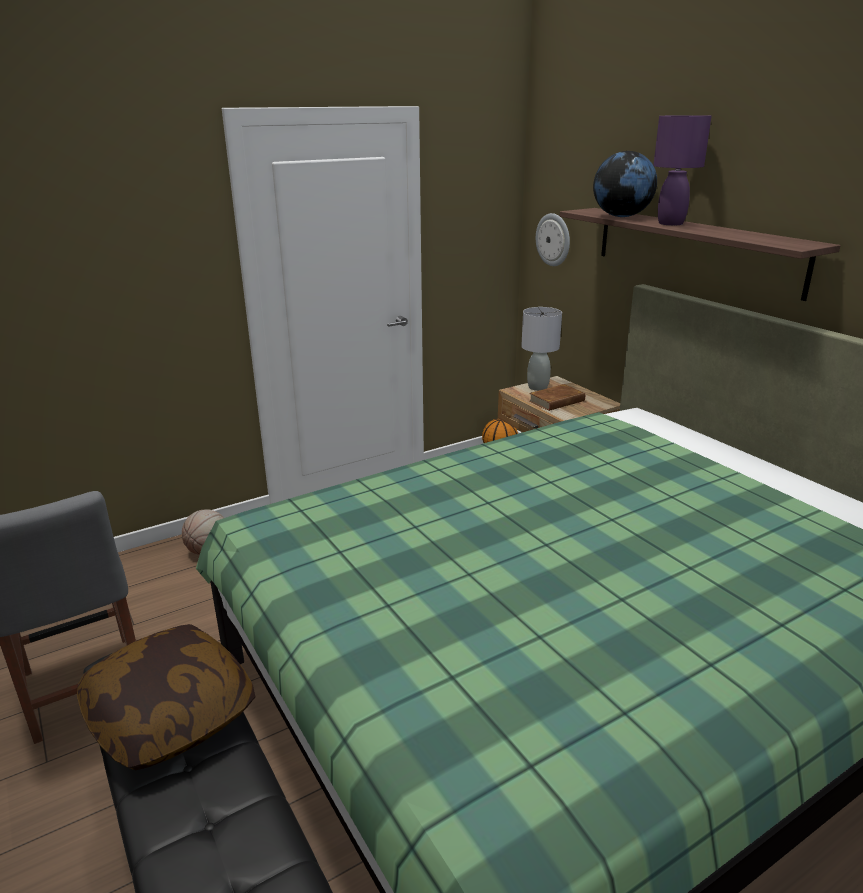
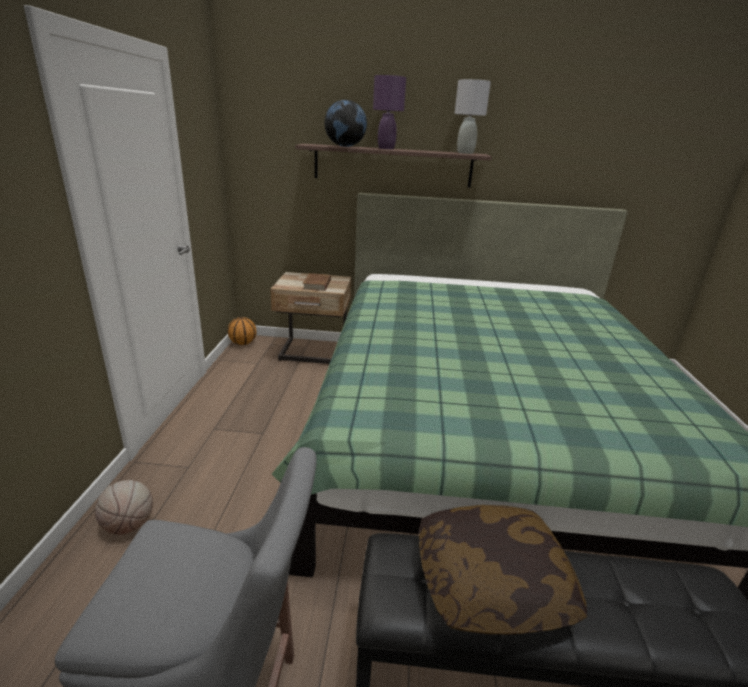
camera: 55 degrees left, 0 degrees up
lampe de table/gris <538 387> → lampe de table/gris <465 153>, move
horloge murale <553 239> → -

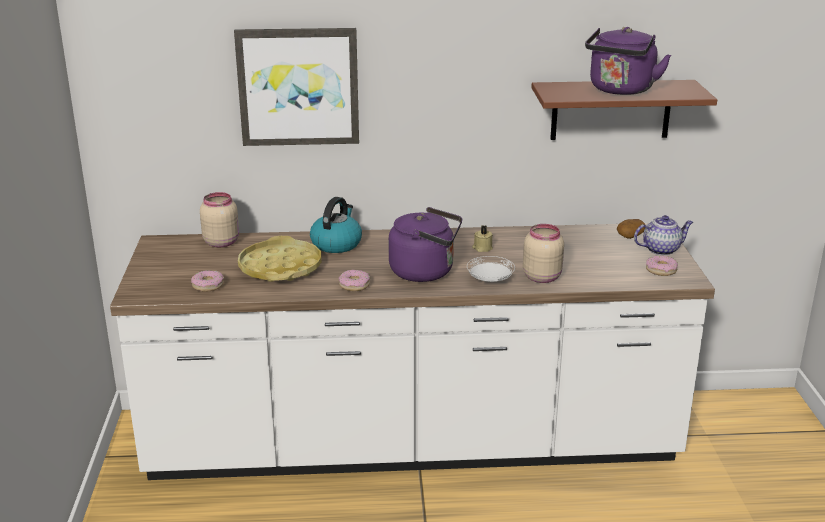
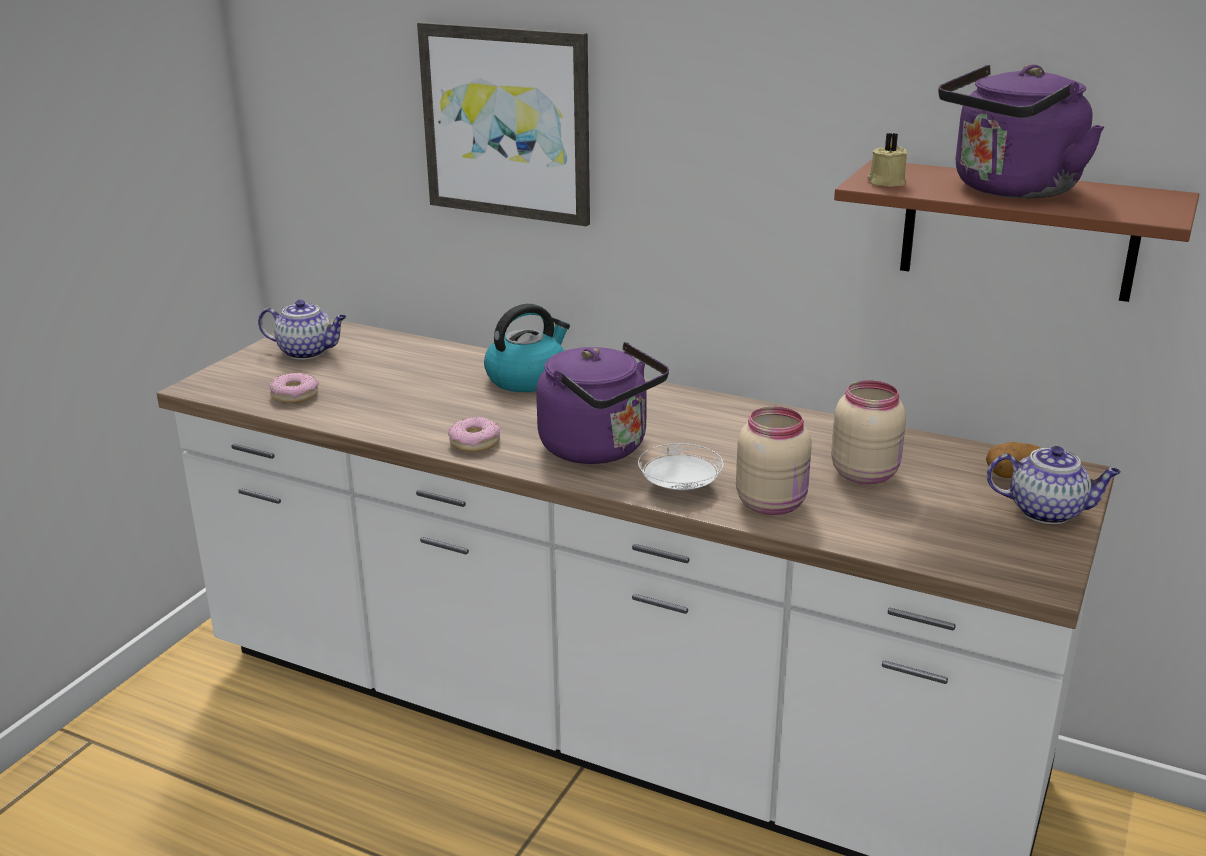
camera: 30 degrees right, 0 degrees up
- → théière <307 352>
bocal/beige <221 242> → bocal/beige <865 473>, move
bougie/beige <482 248> → bougie/beige <886 182>, move
plateau/jaune <280 267> → -
beignet <661 270> → -

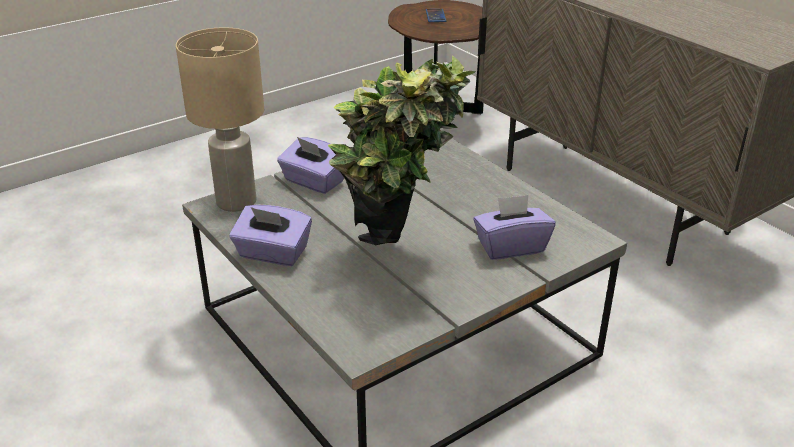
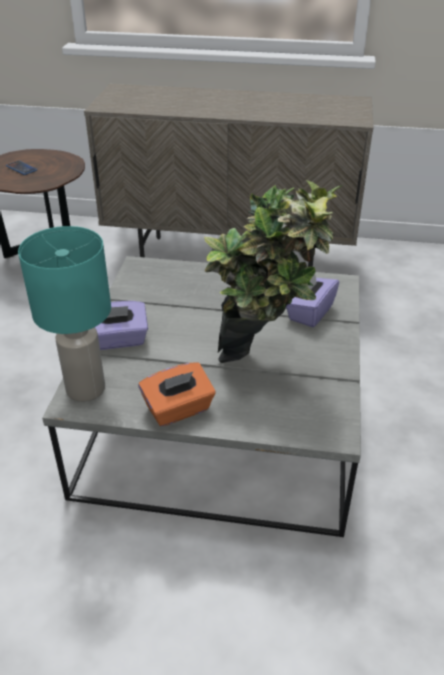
camera: 45 degrees left, 5 degrees up
lampe de table/beige <237 202> → lampe de table/turquoise <87 389>
boîte à mouchoirs/violet <272 253> → boîte à mouchoirs/orange <178 409>

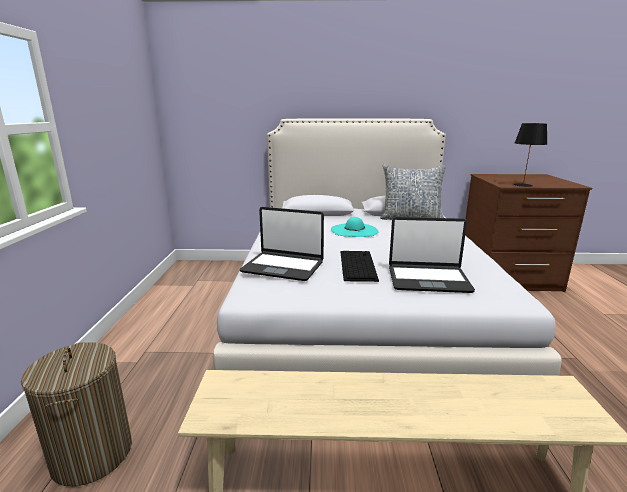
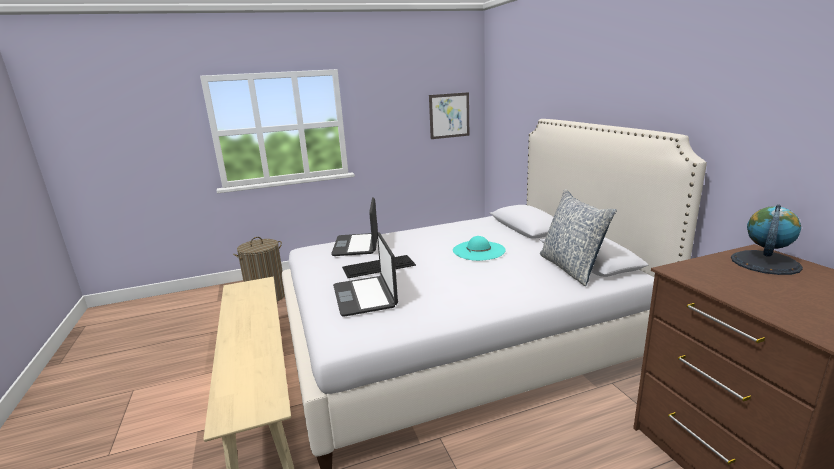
camera: 70 degrees right, 0 degrees up
- → tableau <449 115>
- → globe <764 262>
lampe de table/noir <523 185> → -

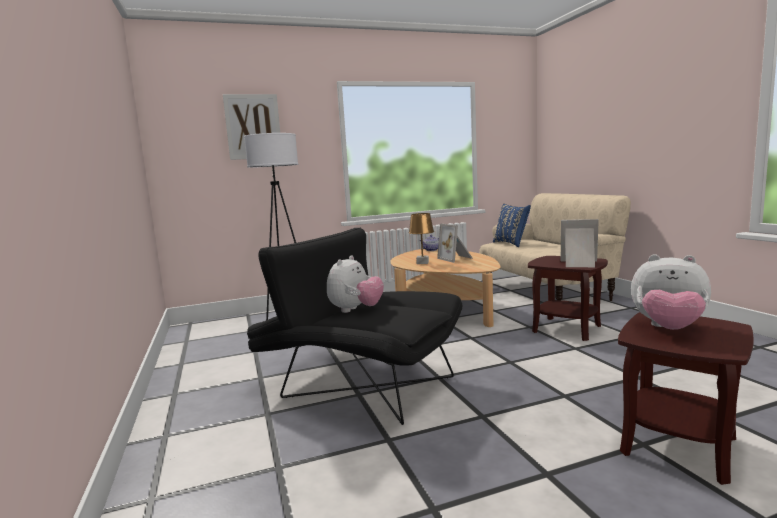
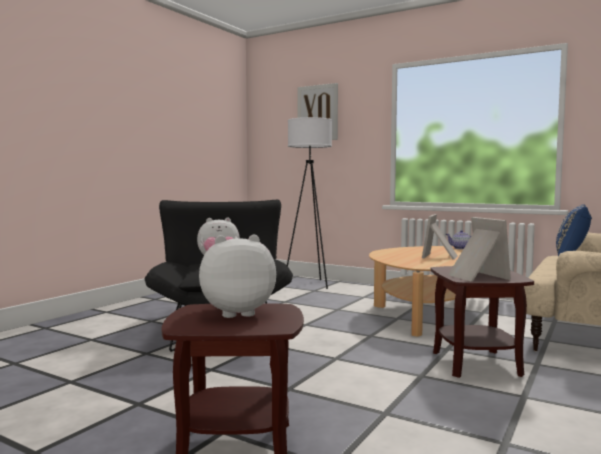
camera: 50 degrees right, 5 degrees down
peluche <668 329> → peluche <237 312>, 90 degrees clockwise
lampe de table/marron <423 263> → -

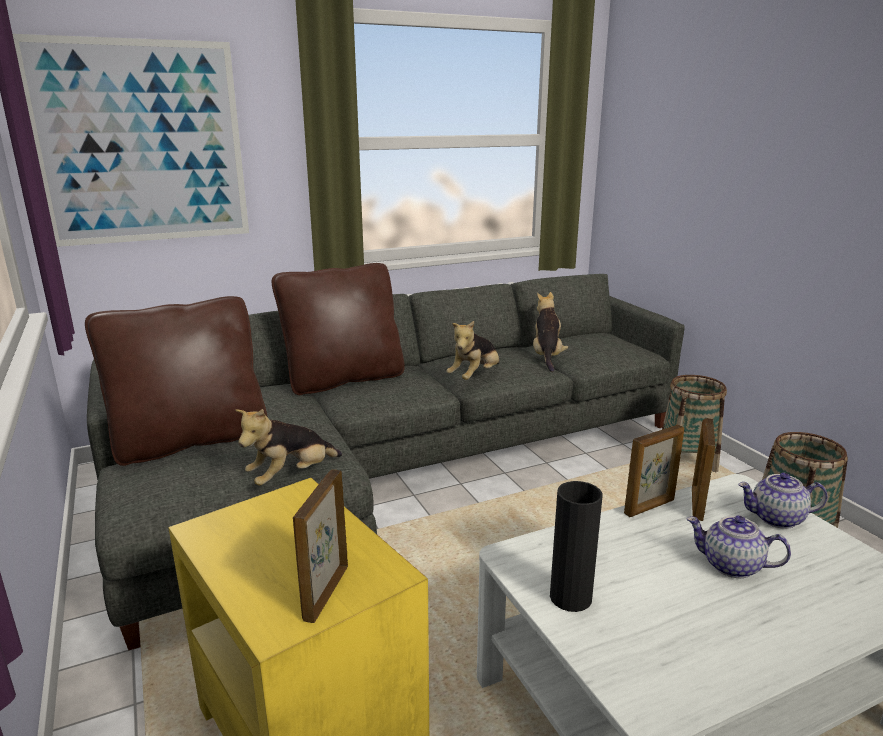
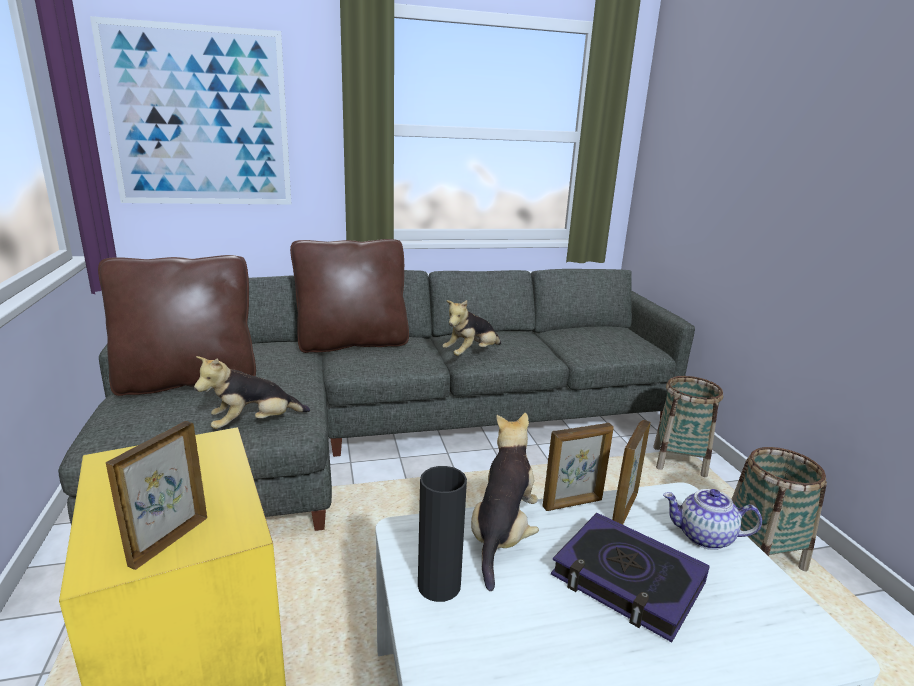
camera: 10 degrees right, 0 degrees up
peluche <547 357> → peluche <502 534>, move
théière <731 566> → livre <627 580>

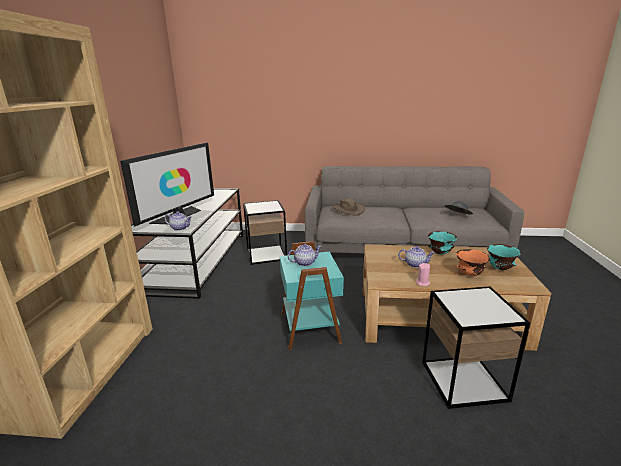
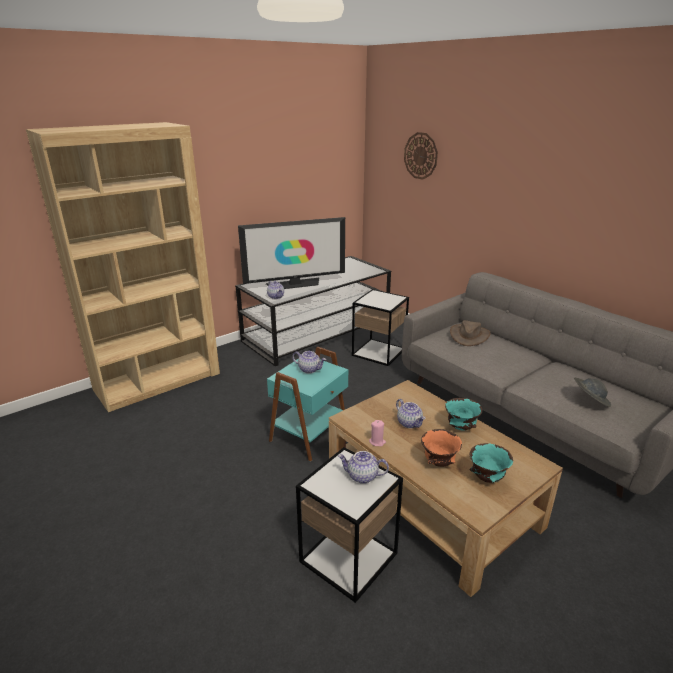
camera: 45 degrees right, 5 degrees up
- → théière <362 476>
- → horloge murale <421 156>

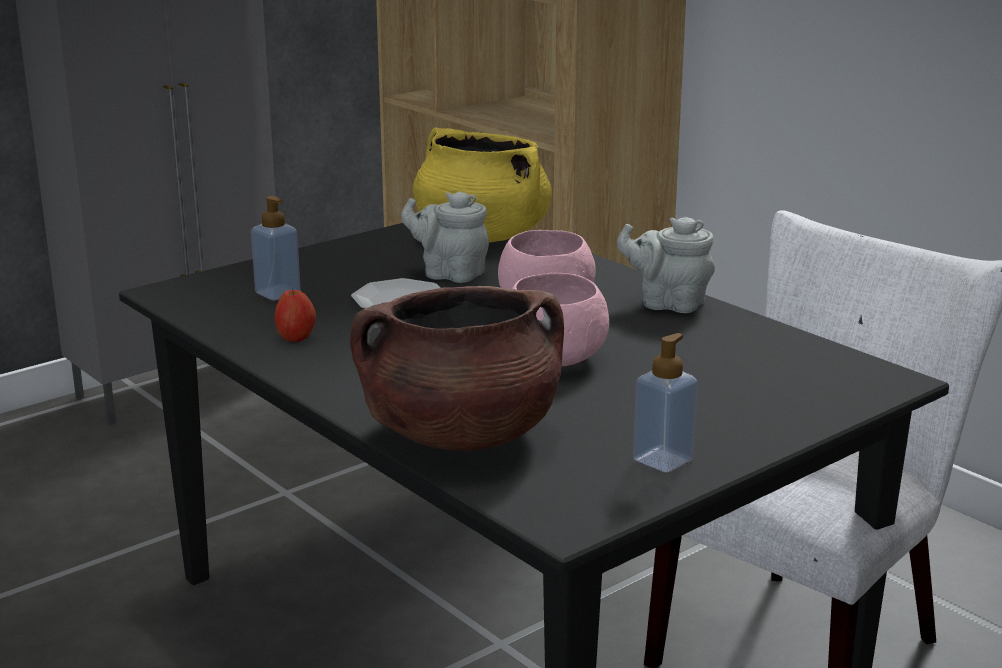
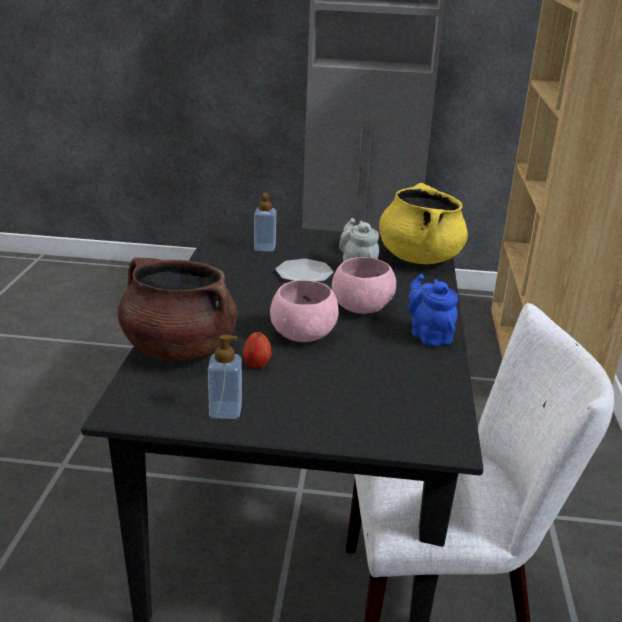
camera: 45 degrees right, 5 degrees up
pomme <296 338> → pomme <257 365>, move
théière/gris <668 303> → théière/bleu <429 335>

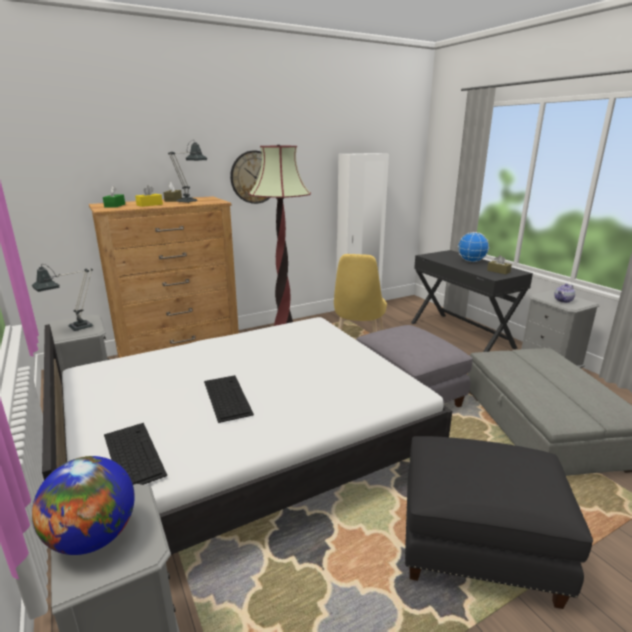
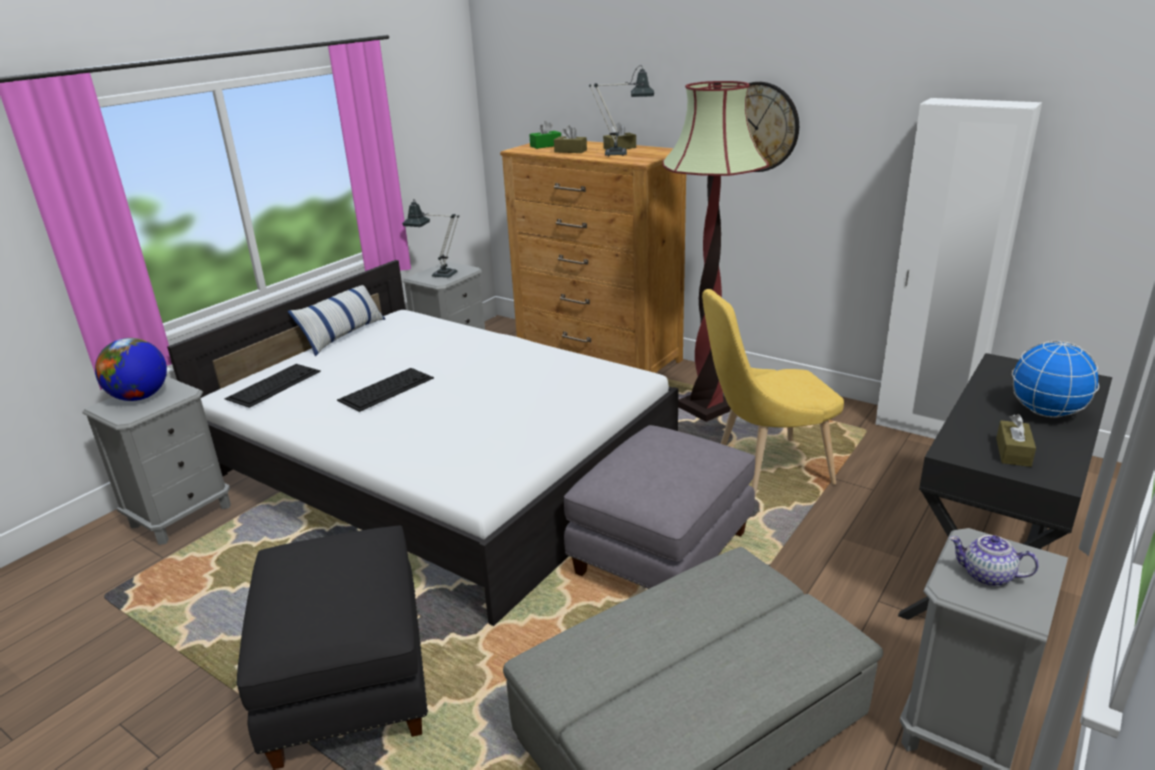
camera: 65 degrees right, 5 degrees up
- → coussin <343 335>
boîte à mouchoirs/jaune <149 205> → boîte à mouchoirs/marron <570 151>

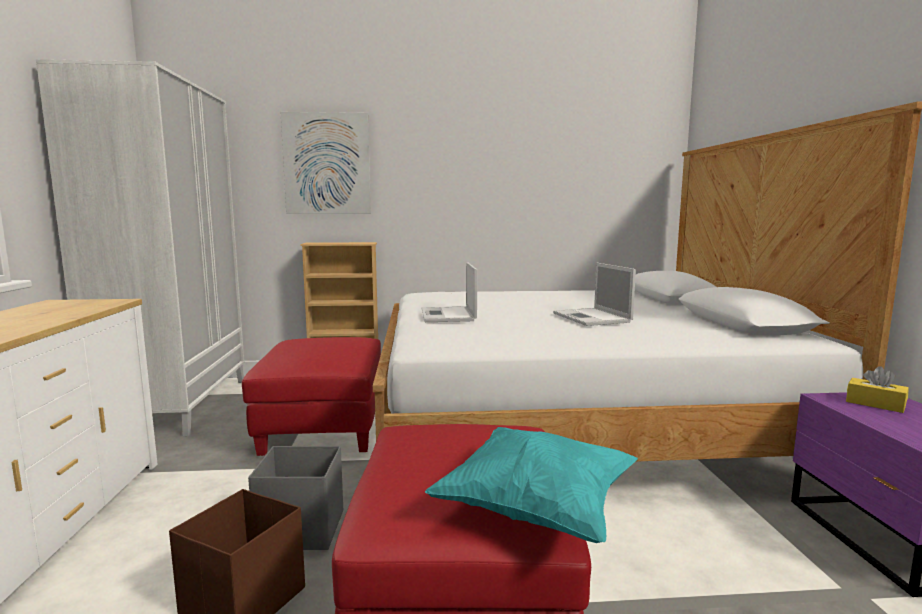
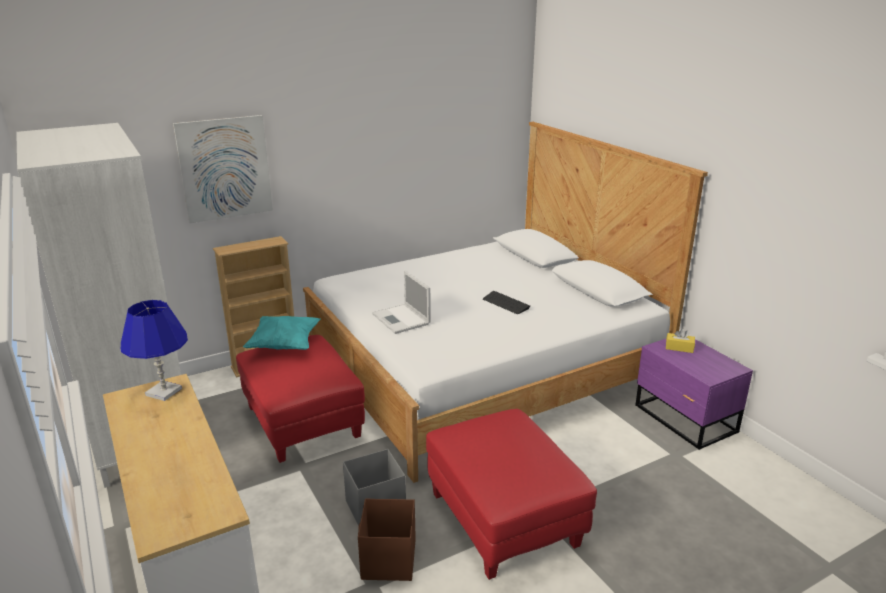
camera: 25 degrees left, 15 degrees up
- → lampe de table/bleu <164 392>
coussin/turquoise <537 510> → coussin/turquoise <284 345>, move
ordinateur portable <592 318> → clavier <506 303>

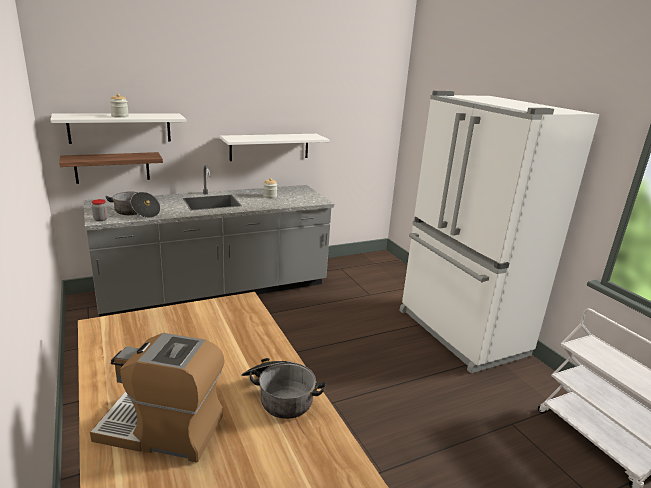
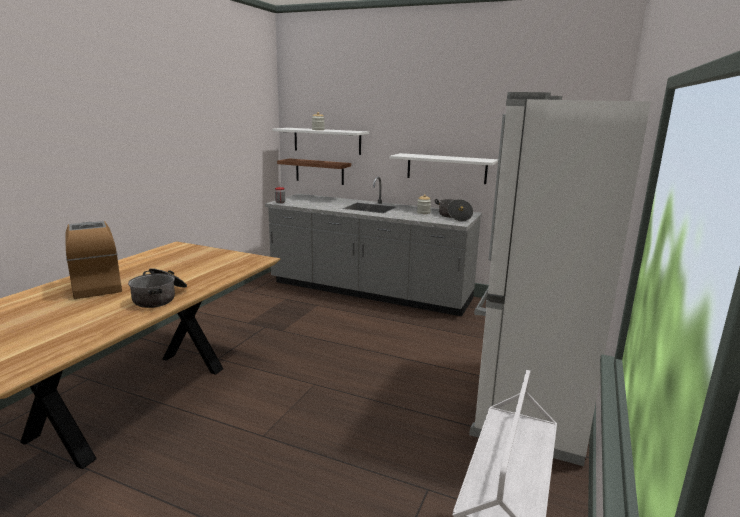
camera: 50 degrees right, 5 degrees down
marmite <135 212> → marmite <454 216>, move

